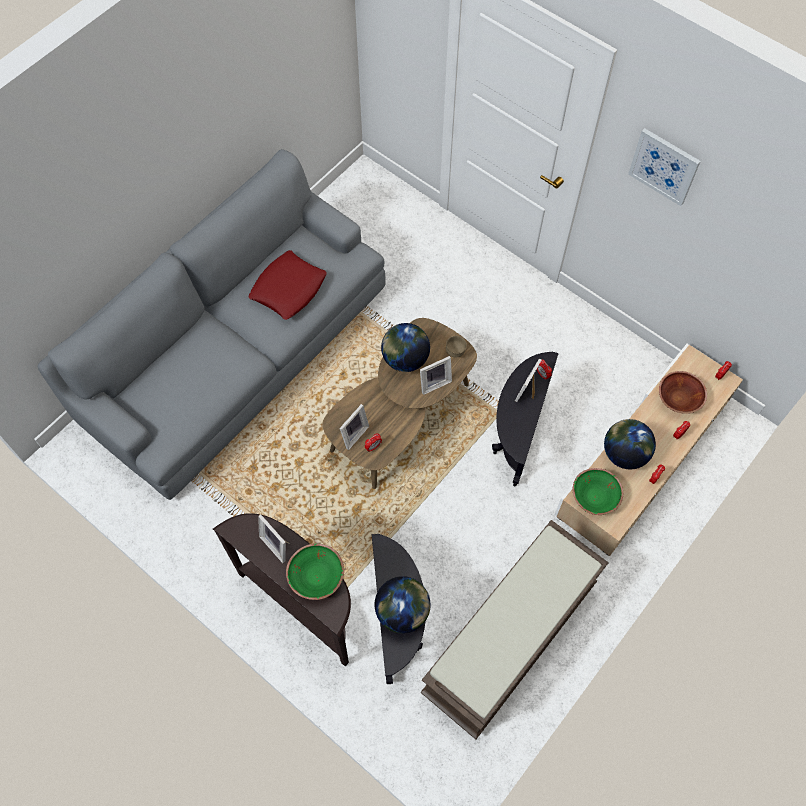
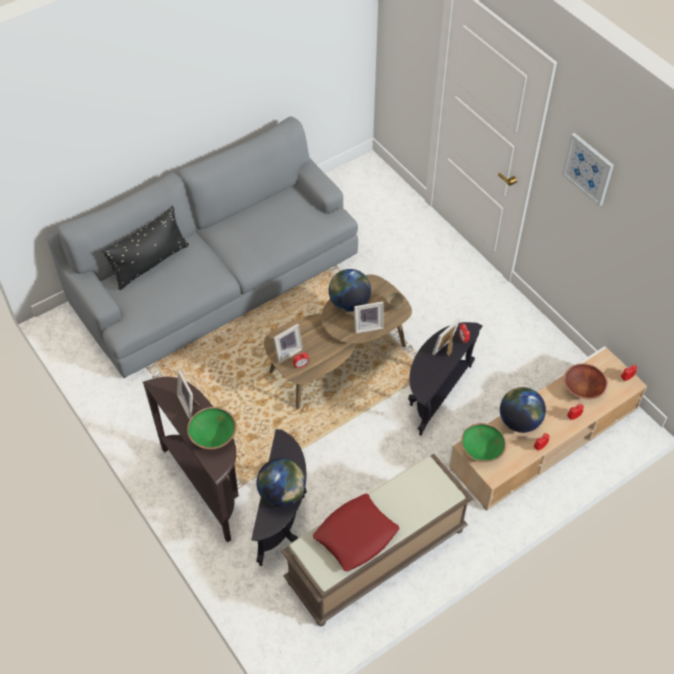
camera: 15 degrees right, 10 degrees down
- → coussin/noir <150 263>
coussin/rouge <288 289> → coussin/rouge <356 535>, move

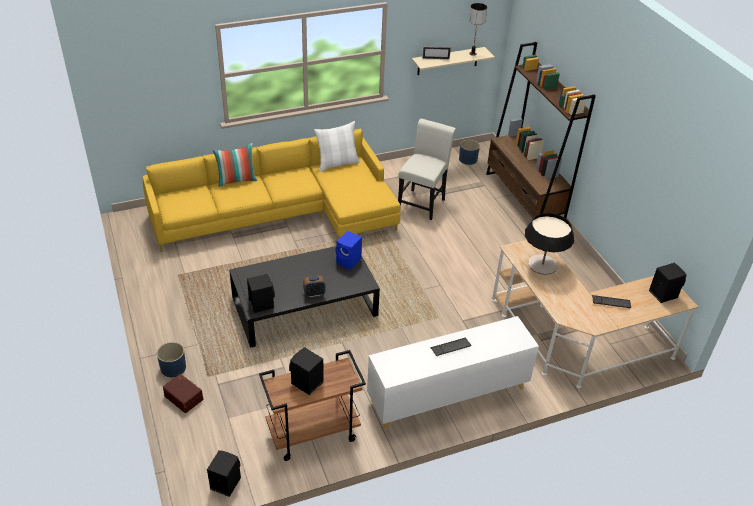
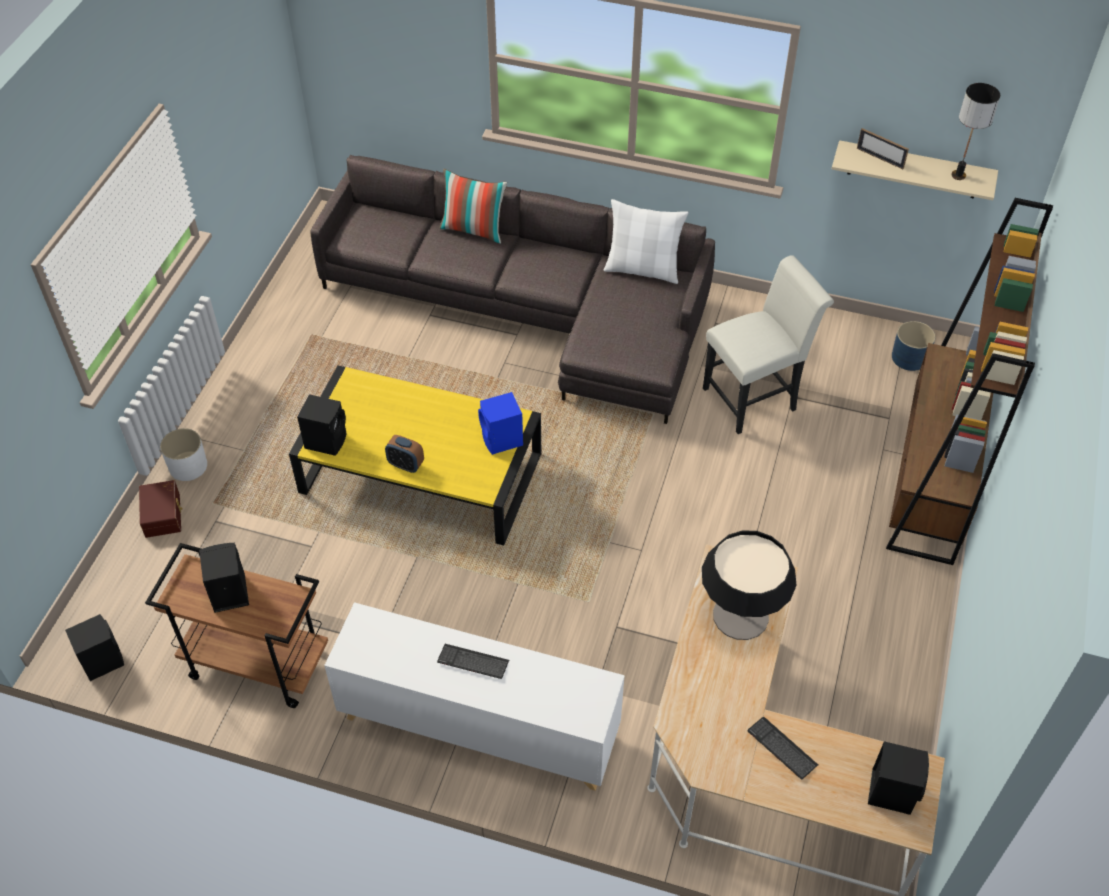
camera: 40 degrees right, 10 degrees up
cache-pot/bleu <173 367> → cache-pot/blanc <188 466>
table basse/noir <305 306> → table basse/jaune <422 472>
canapé/jaune <282 213> → canapé/gris <529 310>

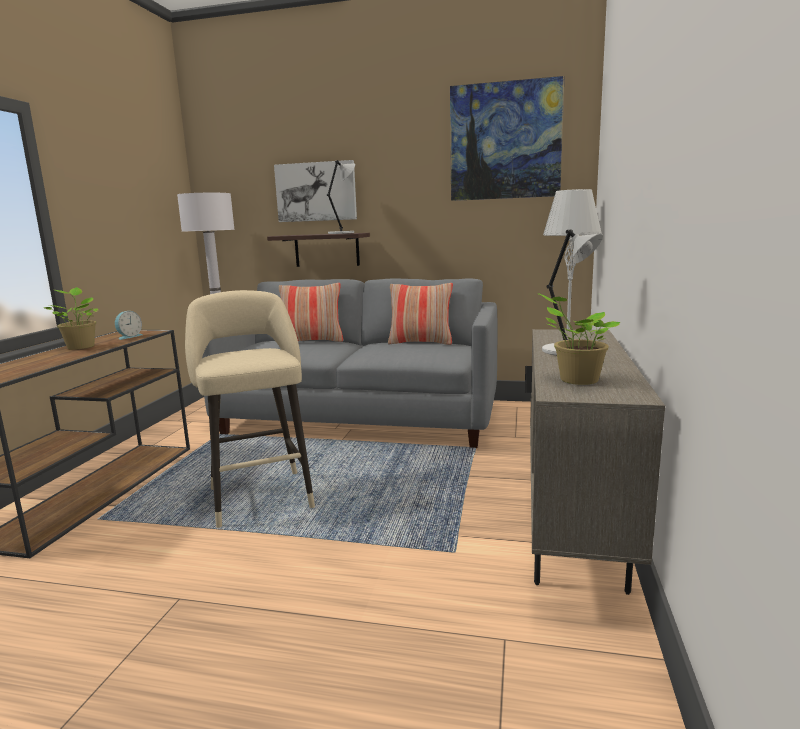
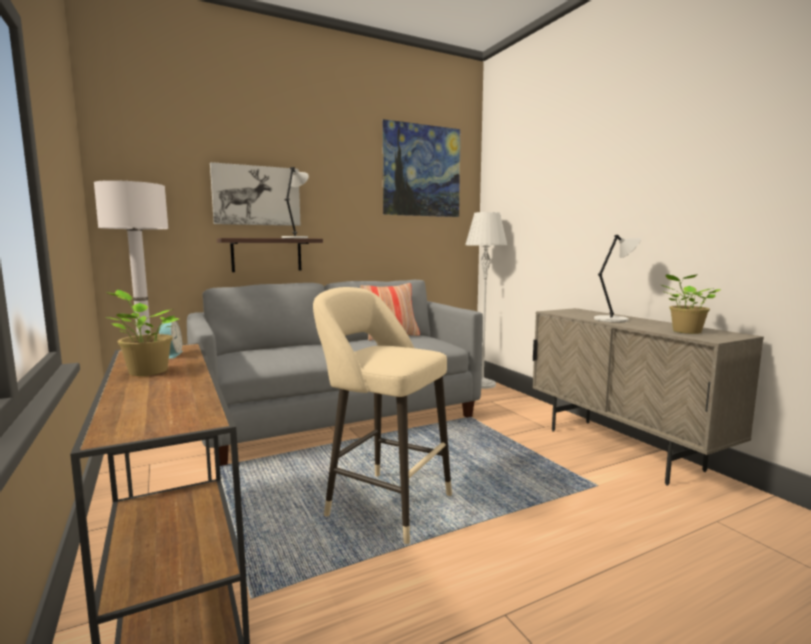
camera: 40 degrees left, 5 degrees down
coussin <312 341> → -

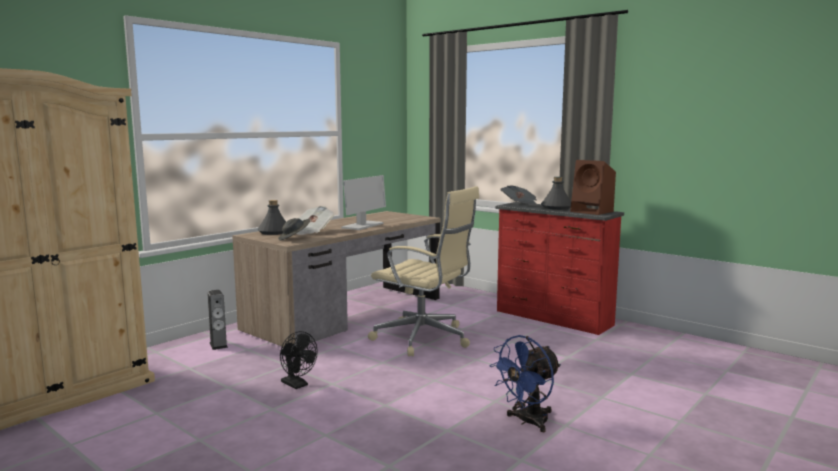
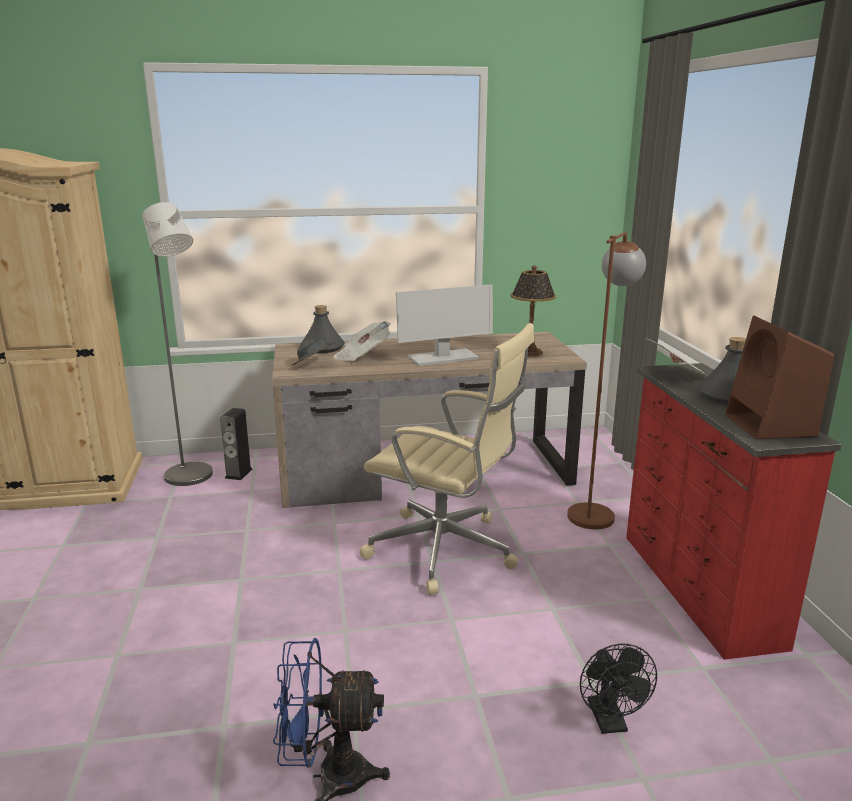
camera: 40 degrees right, 10 degrees up
- → lampadaire/gris <192 478>
chaise de bureau/beige <424 339> → chaise de bureau/beige <446 551>, 45 degrees counterclockwise
- → lampe de table <530 352>
- → lampadaire/marron <594 510>
ventilateur/noir <297 385> → ventilateur/noir <610 722>, move

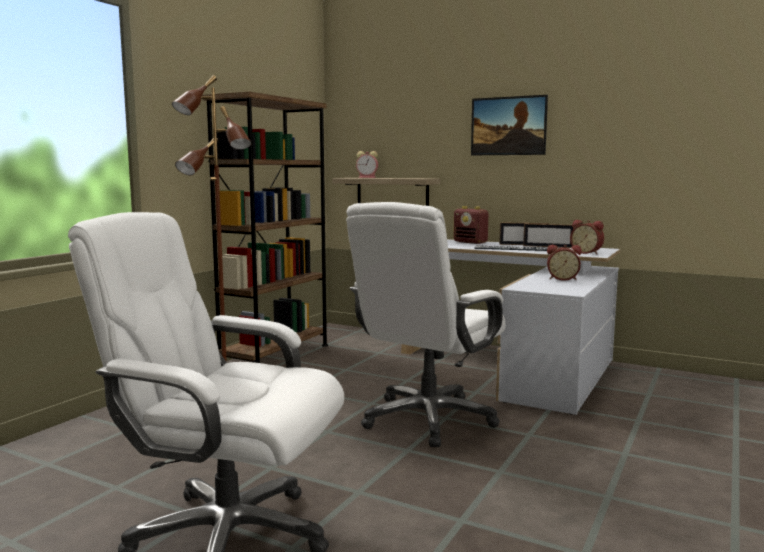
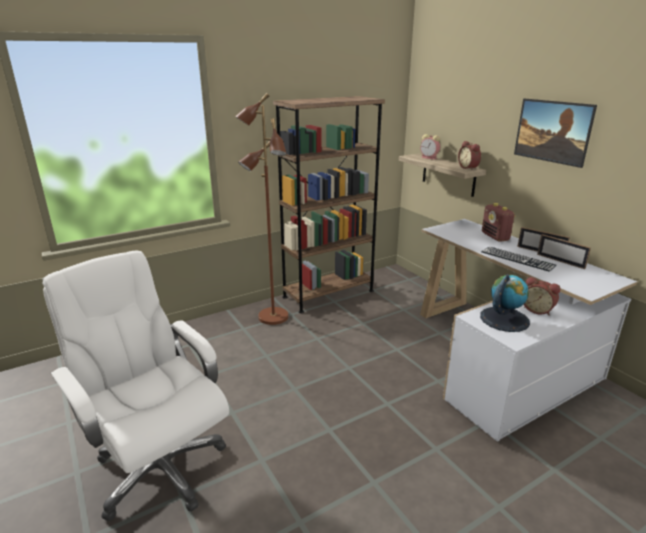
camera: 30 degrees right, 15 degrees up
réveil <587 252> → réveil <469 168>, move
- → globe <504 319>
chaise de bureau/blanc <428 419> → -

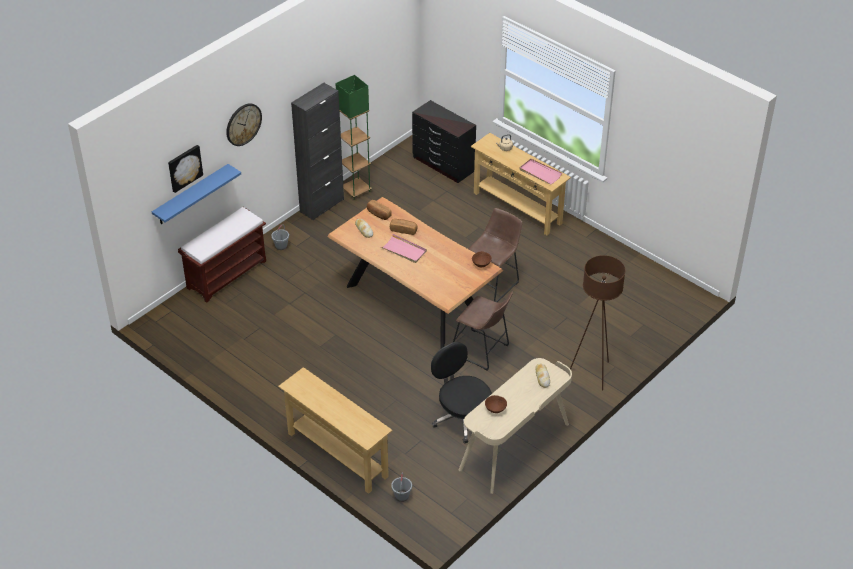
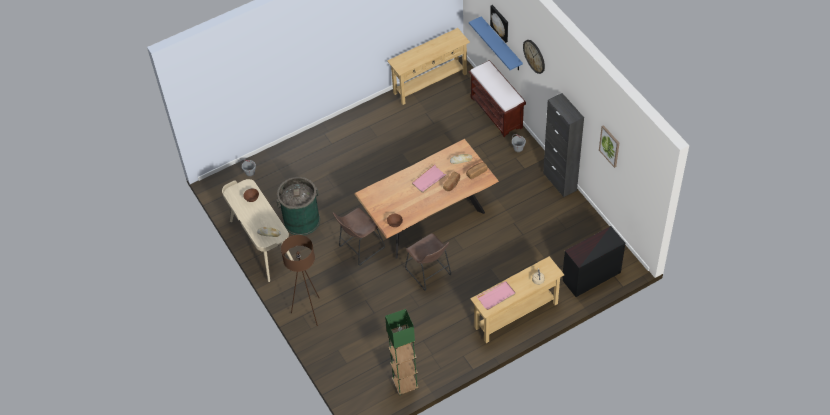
camera: 110 degrees right, 10 degrees up
chaise de bureau/noir <462 417> → poubelle/vert <301 220>
lampadaire/vert <356 190> → lampadaire/vert <405 384>, move
table console/beige <337 455> → table console/beige <430 83>, move
- → tableau <609 146>

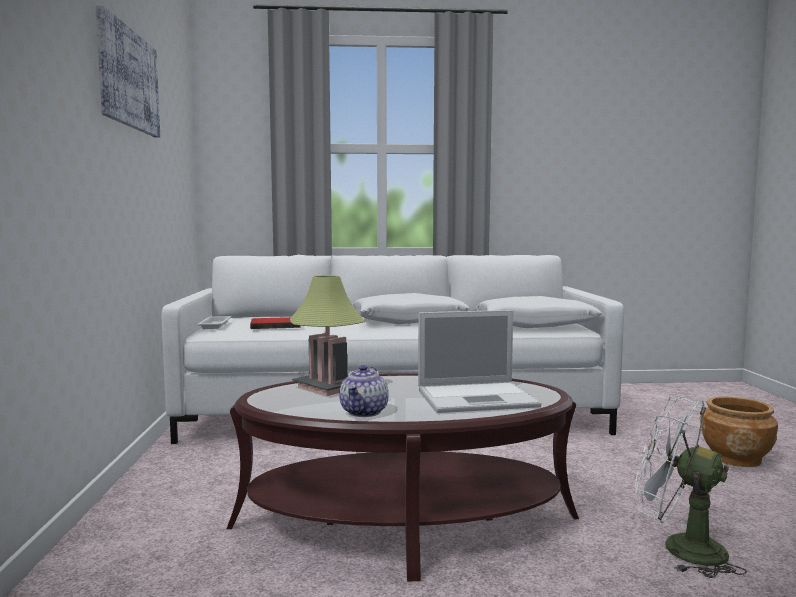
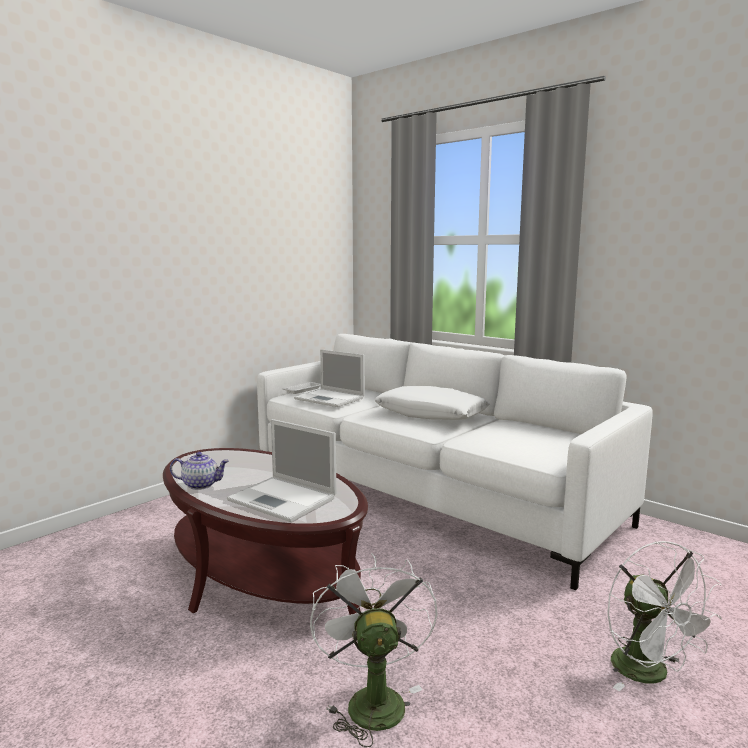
camera: 45 degrees right, 5 degrees up
théière <364 412> → théière <201 485>, 150 degrees counterclockwise
livre/rouge <276 325> → ordinateur portable <330 398>
cache-pot/marron <735 458> → ventilateur/blanc <650 674>
tableau <128 79> → -
lampe de table <328 387> → -
coussin/blanc <535 325> → -

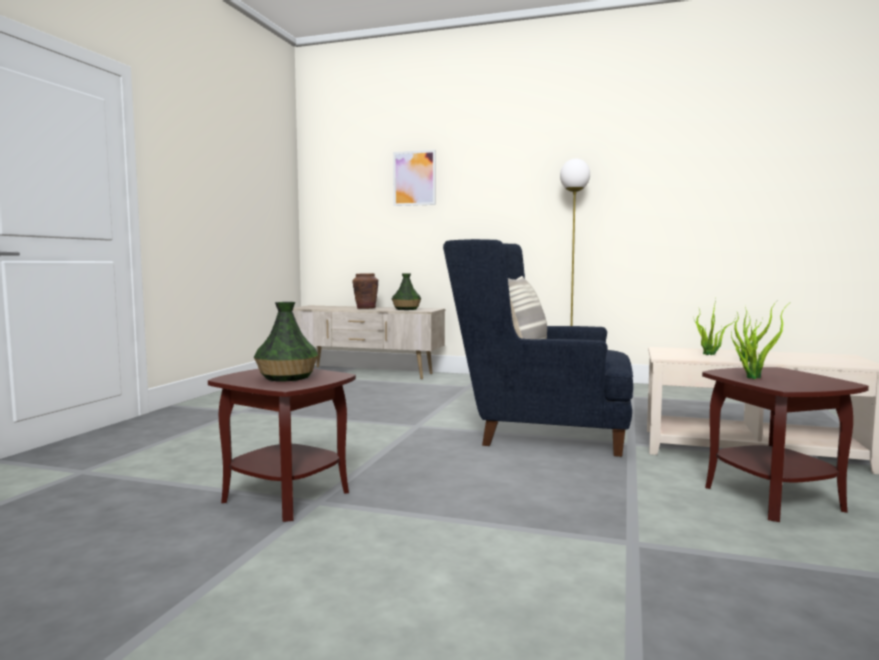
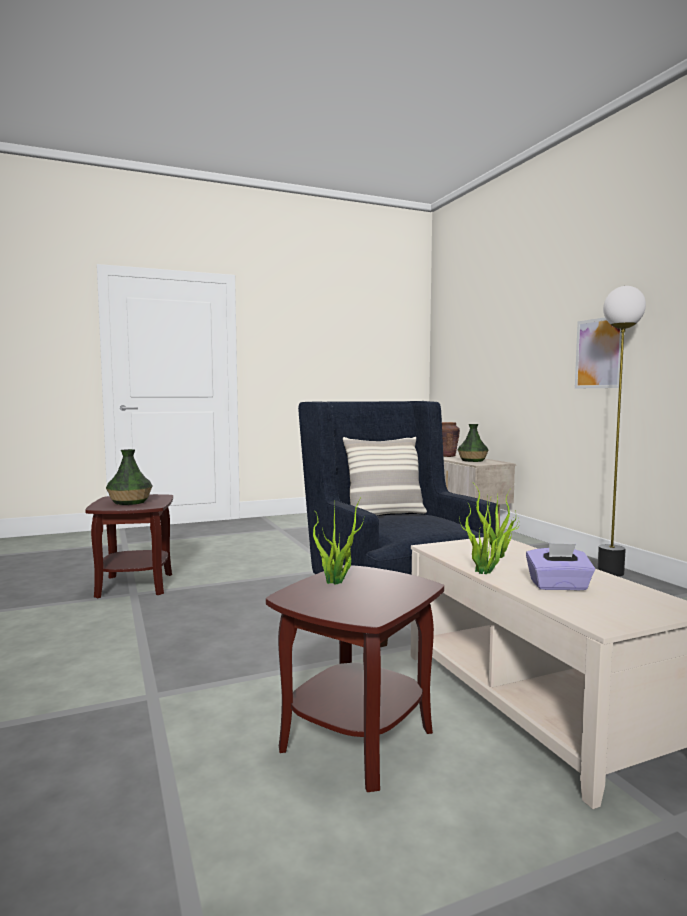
camera: 50 degrees right, 0 degrees up
- → boîte à mouchoirs/violet <559 586>
tableau <414 178> → tableau <599 353>, move

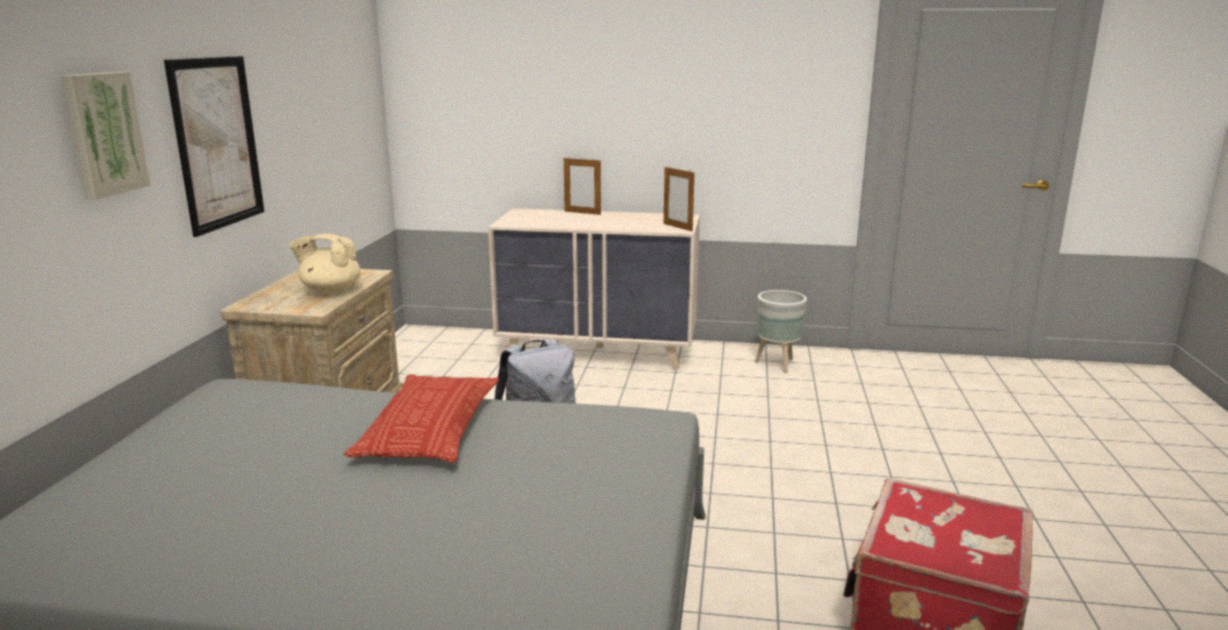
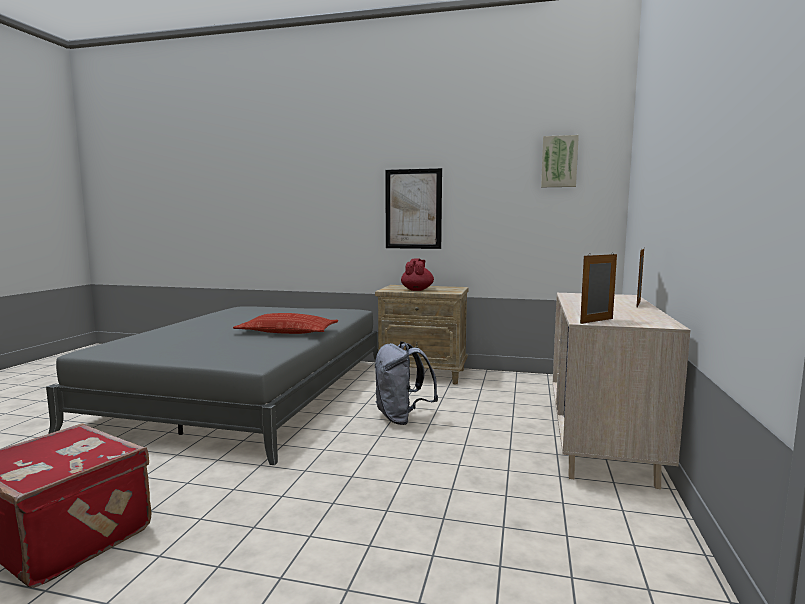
camera: 95 degrees right, 10 degrees down
théière/beige <330 291> → théière/rouge <417 290>
tableau <103 133> → tableau <559 161>, move
cache-pot/gris <777 365> → -

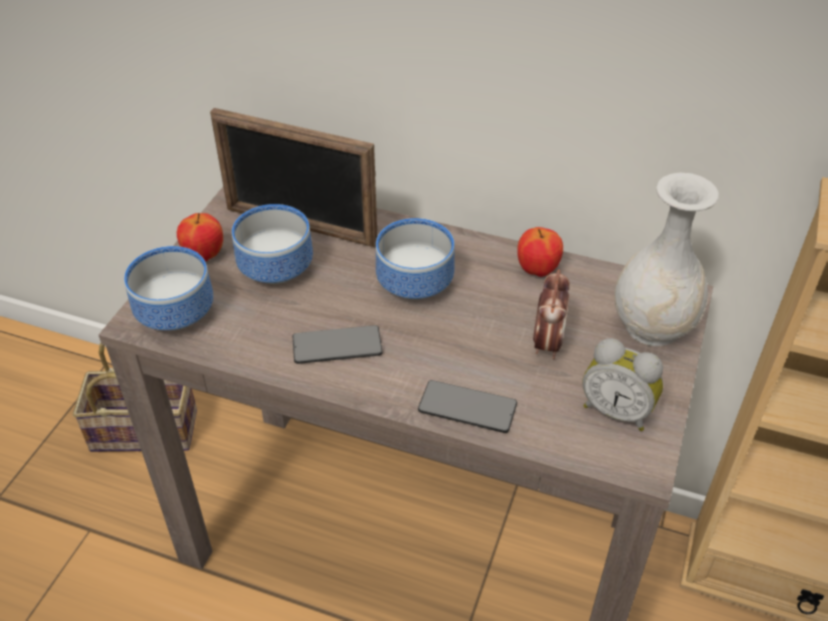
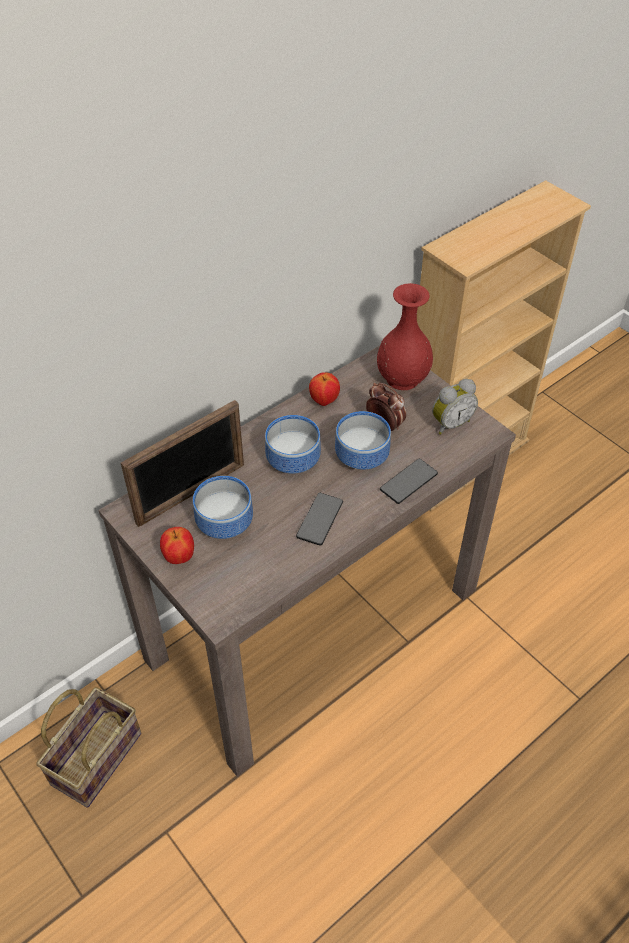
camera: 60 degrees left, 5 degrees up
bol <172 314> → bol <361 458>, move
vase/blanc <653 327> → vase/rouge <403 378>

